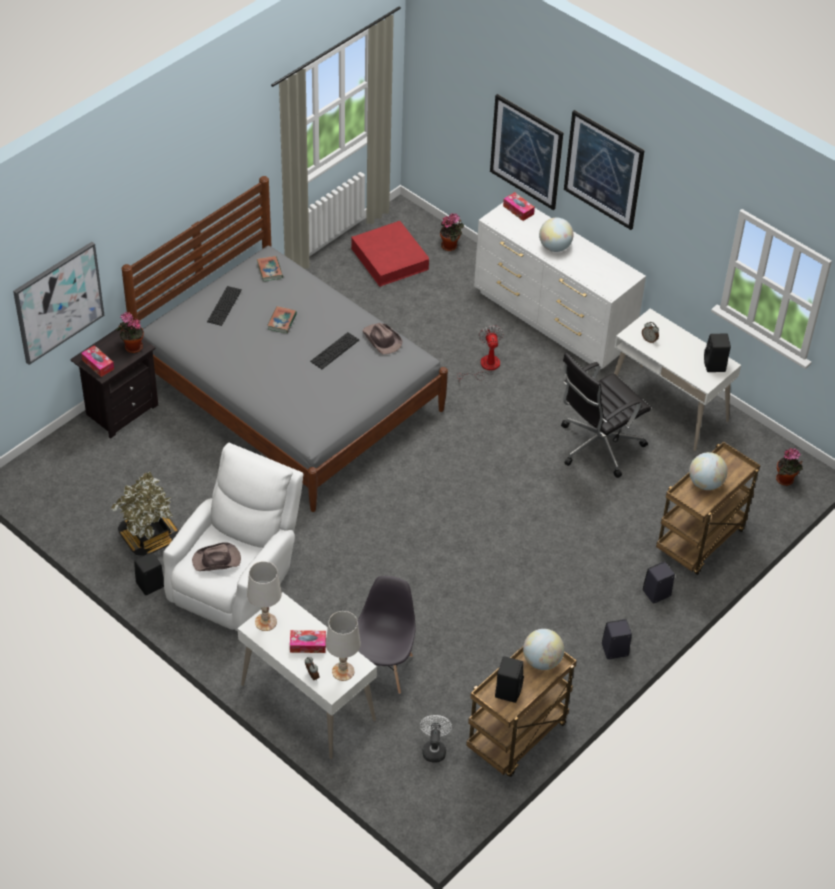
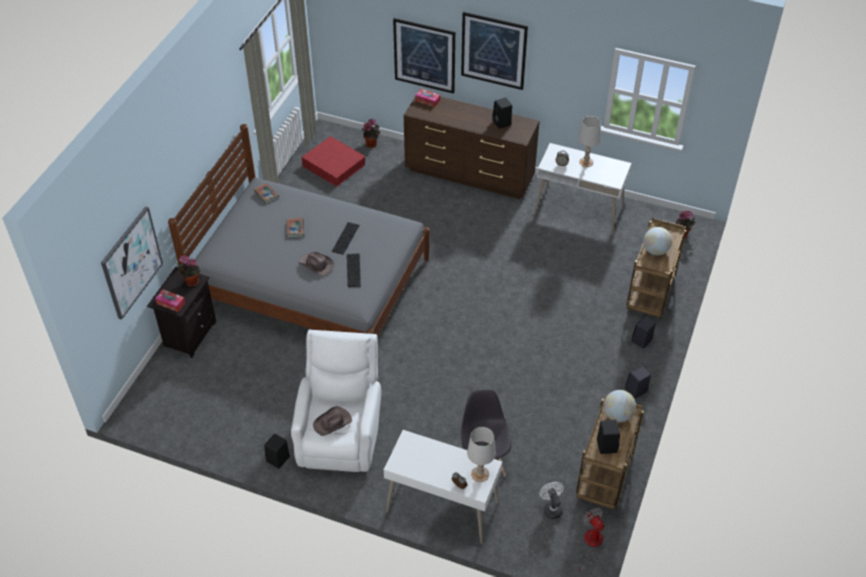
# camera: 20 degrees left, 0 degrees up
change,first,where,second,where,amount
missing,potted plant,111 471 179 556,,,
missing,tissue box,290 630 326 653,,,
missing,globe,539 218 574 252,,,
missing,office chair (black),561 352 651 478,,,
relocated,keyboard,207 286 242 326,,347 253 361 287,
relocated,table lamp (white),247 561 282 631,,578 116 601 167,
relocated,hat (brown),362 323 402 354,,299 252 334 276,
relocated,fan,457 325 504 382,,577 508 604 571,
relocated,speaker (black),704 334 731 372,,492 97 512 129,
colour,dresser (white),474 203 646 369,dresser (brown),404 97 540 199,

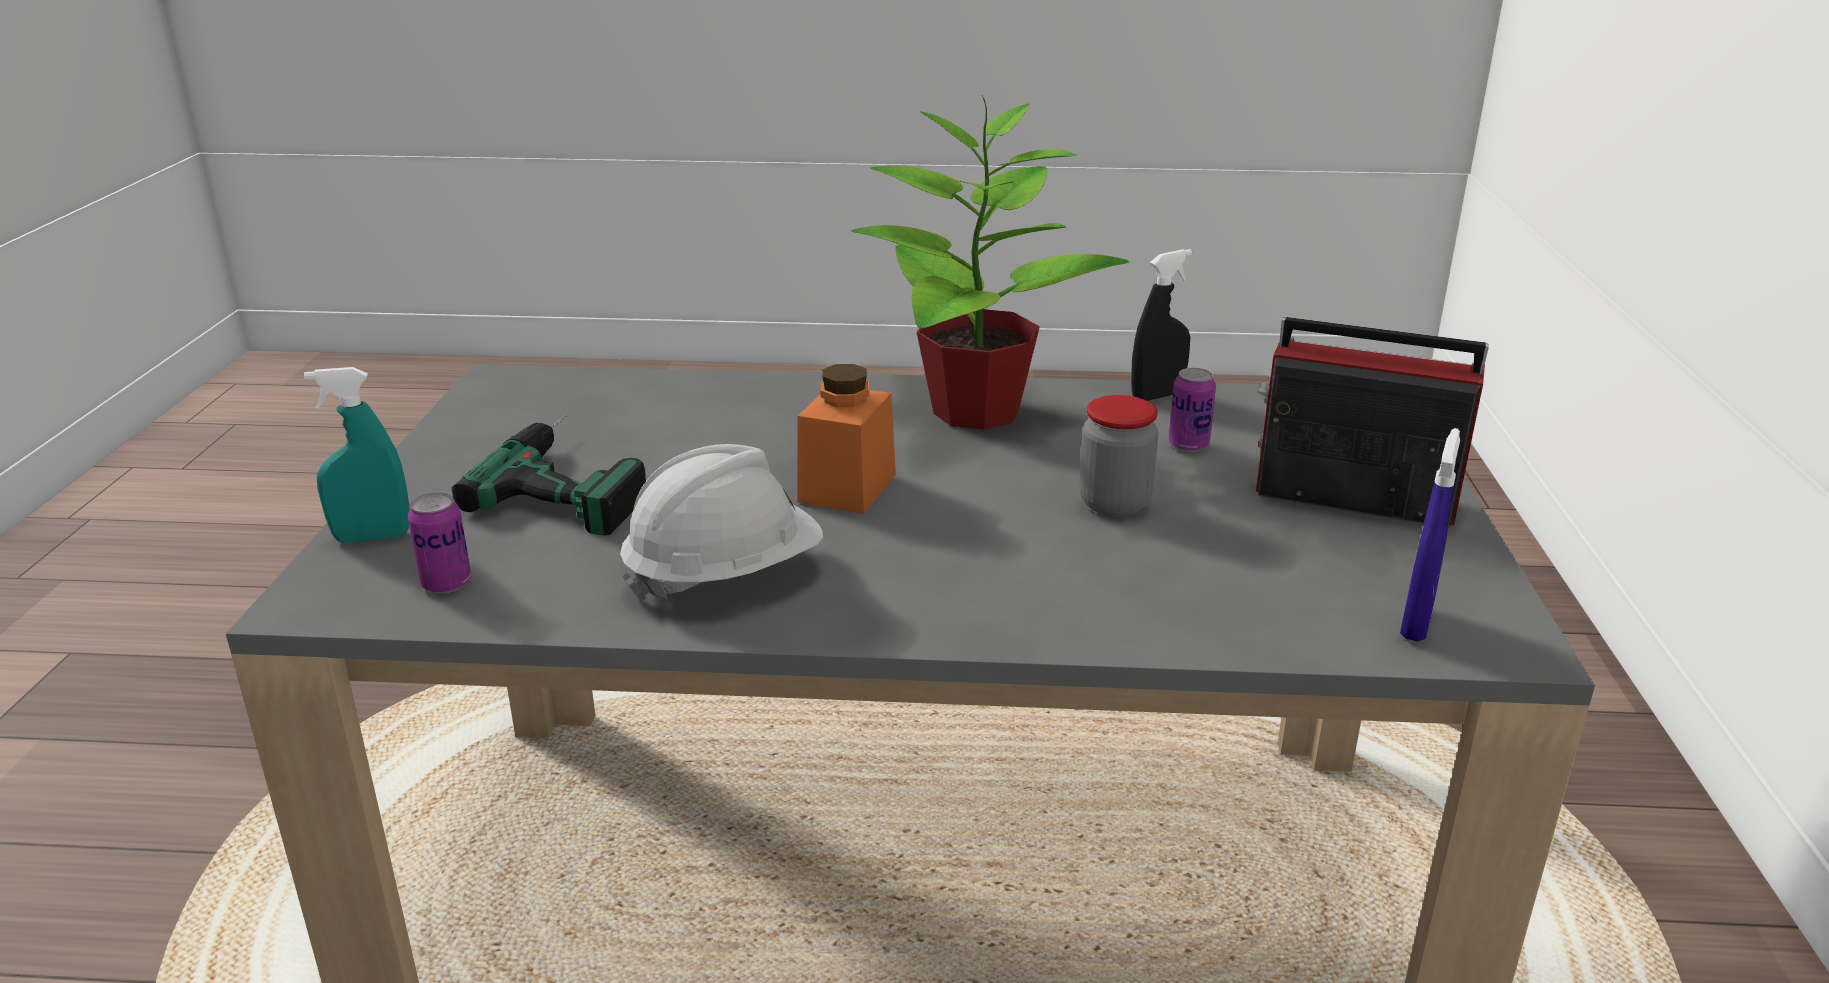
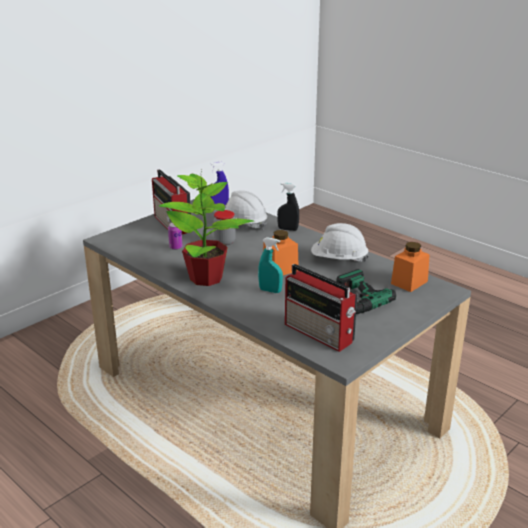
# camera: 140 degrees left, 0 degrees up
change,first,where,second,where,amount
appeared,,,hard hat (white),225 191 268 230,
appeared,,,radio,285 264 357 352,
relocated,spray bottle (turquoise),304 367 410 543,,258 237 283 293,
relocated,spray bottle (black),1131 249 1192 401,,277 182 299 231,
exchanged,can,408 493 471 593,jar (orange),391 242 430 292,

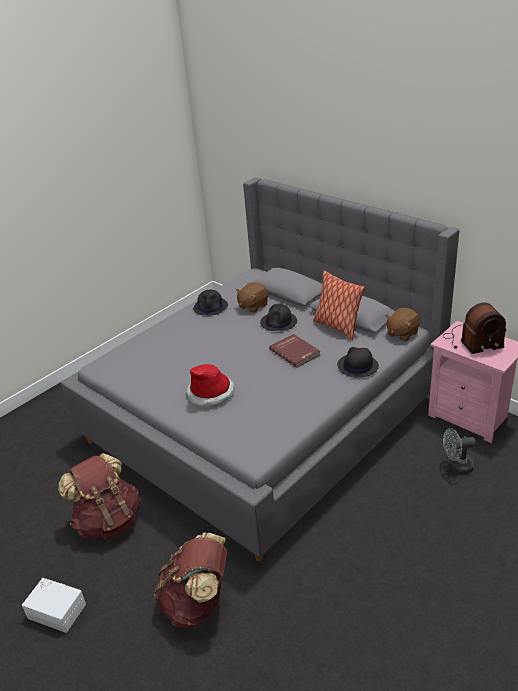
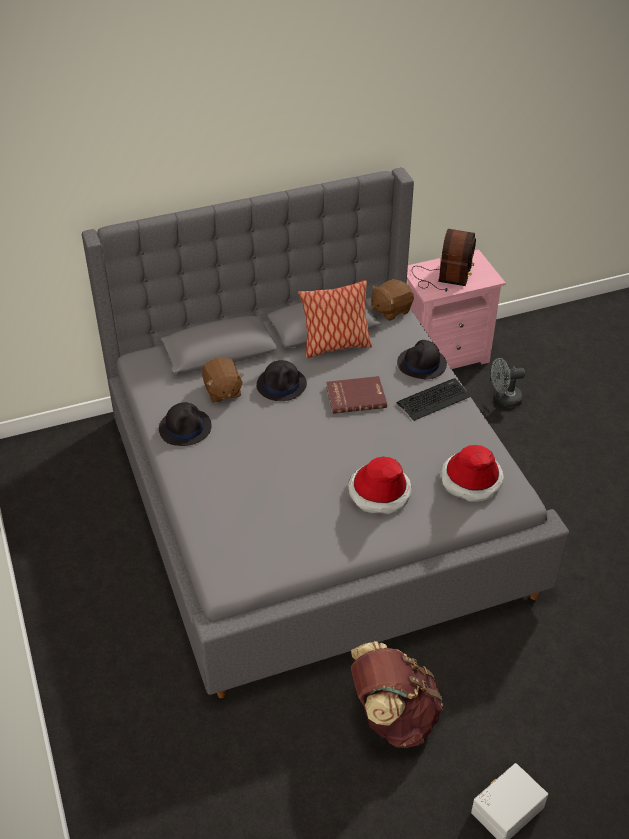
# camera: 65 degrees left, 10 degrees up
change,first,where,second,where,amount
missing,backpack (brown),154 533 227 628,,,
appeared,,,keyboard,397 378 471 421,
appeared,,,hat,441 445 504 502,
spun,plush toy (brown),386 308 421 341,,371 279 414 321,75 degrees clockwise
spun,fan (grey),443 428 476 474,,491 358 525 407,60 degrees clockwise

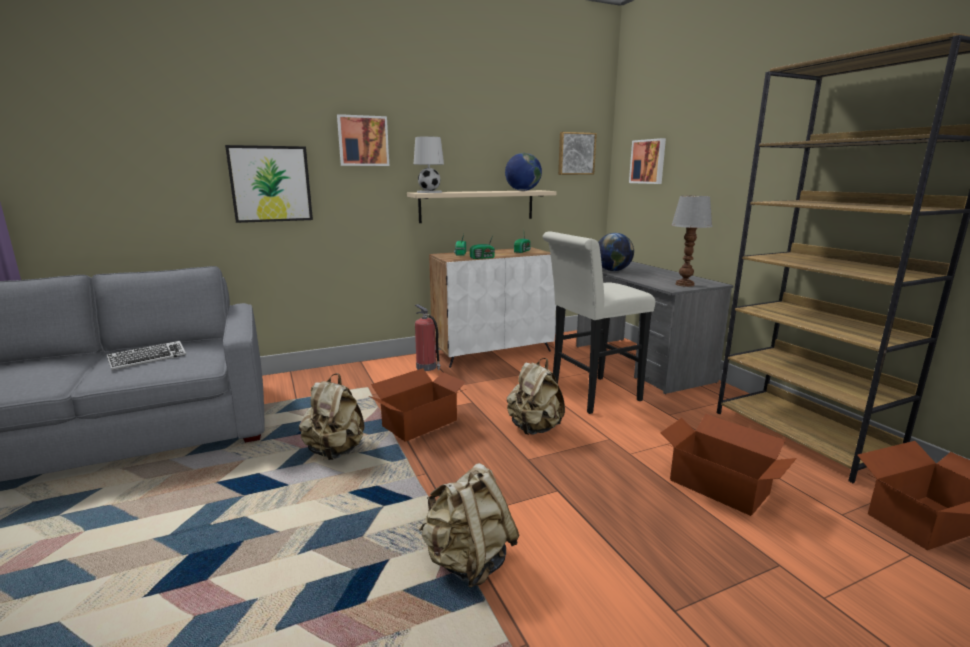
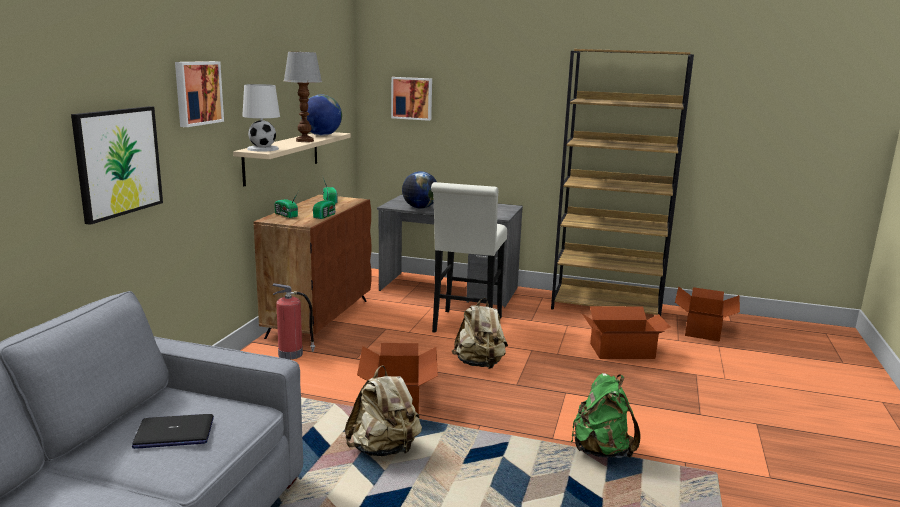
# camera: 50 degrees left, 0 degrees up
change,first,where,second,where,amount
missing,picture,558 132 597 175,,,
relocated,table lamp,671 196 713 287,,284 52 322 142,
exchanged,keyboard,106 341 186 370,laptop,132 414 214 449,
colour,backpack (beige),419 463 519 588,backpack (green),571 373 641 458,
colour,cabinet (white),429 247 556 368,cabinet (brown),254 195 371 339,

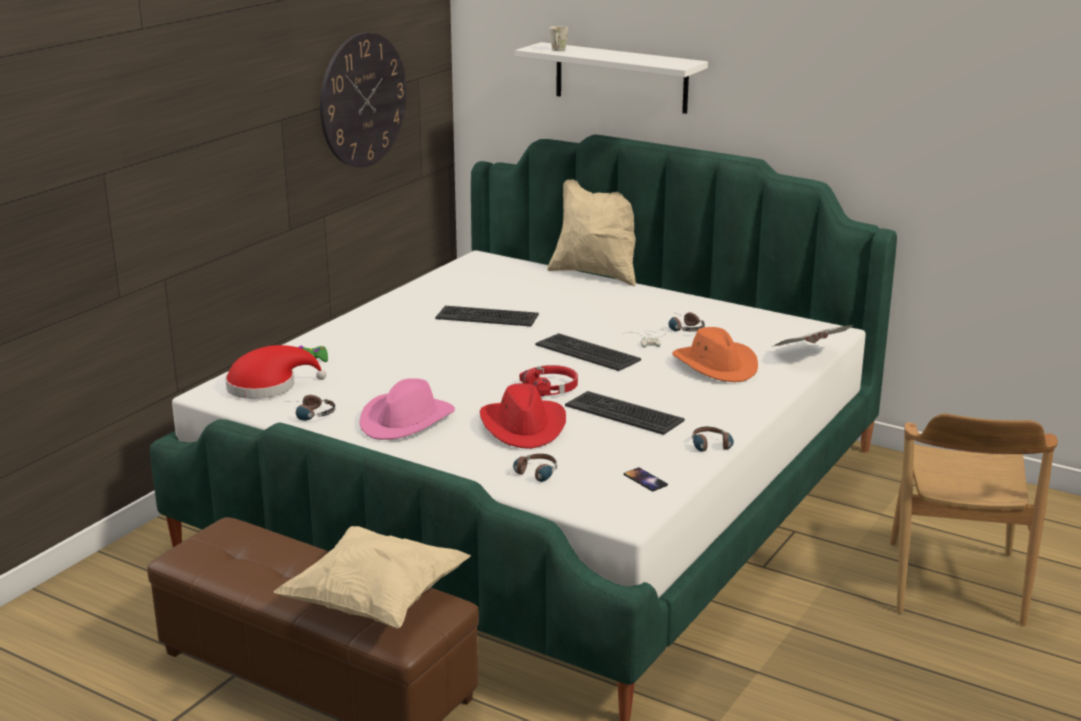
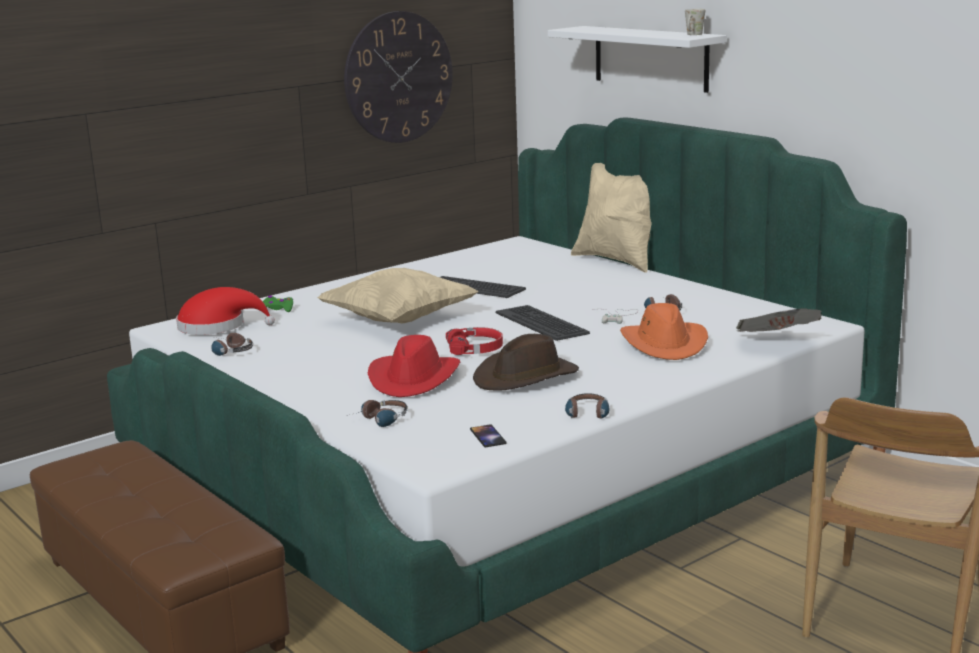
# camera: 20 degrees right, 5 degrees down
change,first,where,second,where,amount
missing,hat (pink),359 378 455 440,,,
relocated,pillow (beige),274 526 471 629,,317 268 479 324,
relocated,mug (white),550 26 568 51,,685 9 705 35,
exchanged,keyboard,565 391 685 435,hat (brown),473 334 579 391,

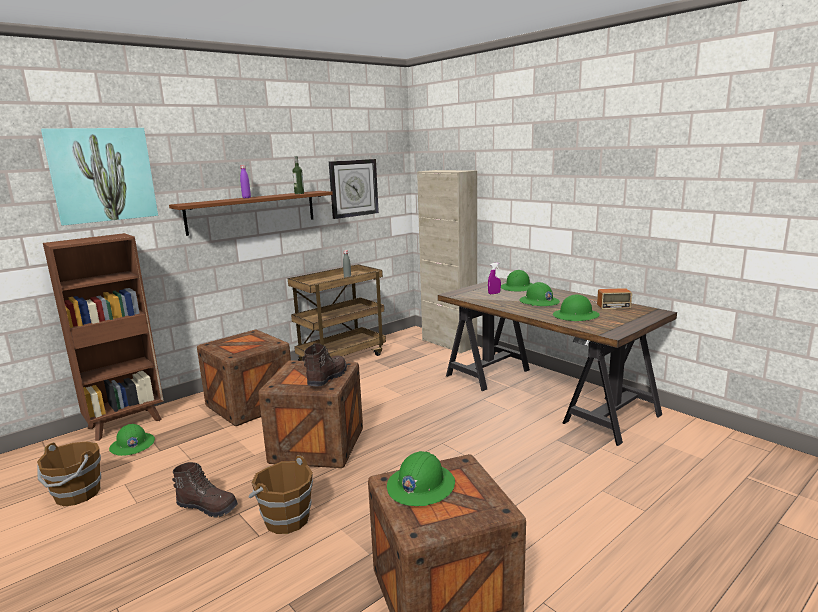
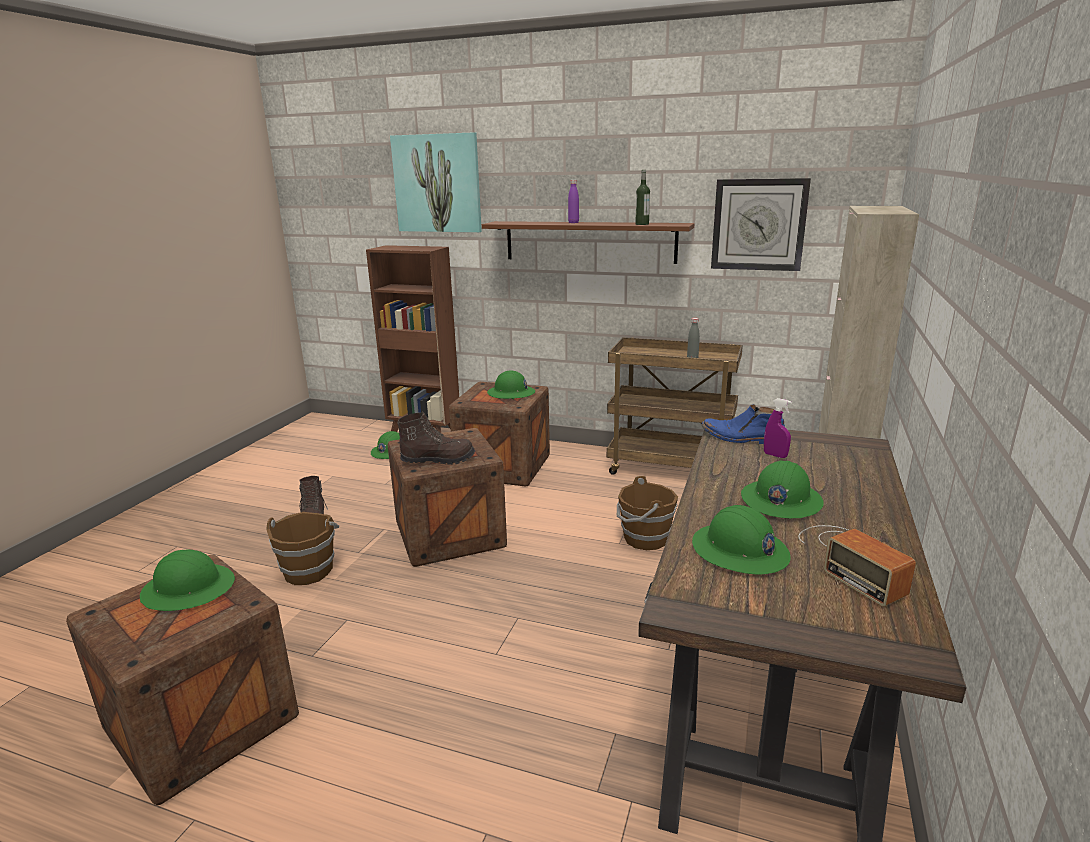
# camera: 60 degrees right, 5 degrees up
change,first,where,second,where,amount
appeared,,,boot (blue),702 404 785 444,
relocated,bucket (brown),37 442 101 506,,617 476 678 550,
relocated,hard hat (green),501 270 533 291,,487 370 535 399,

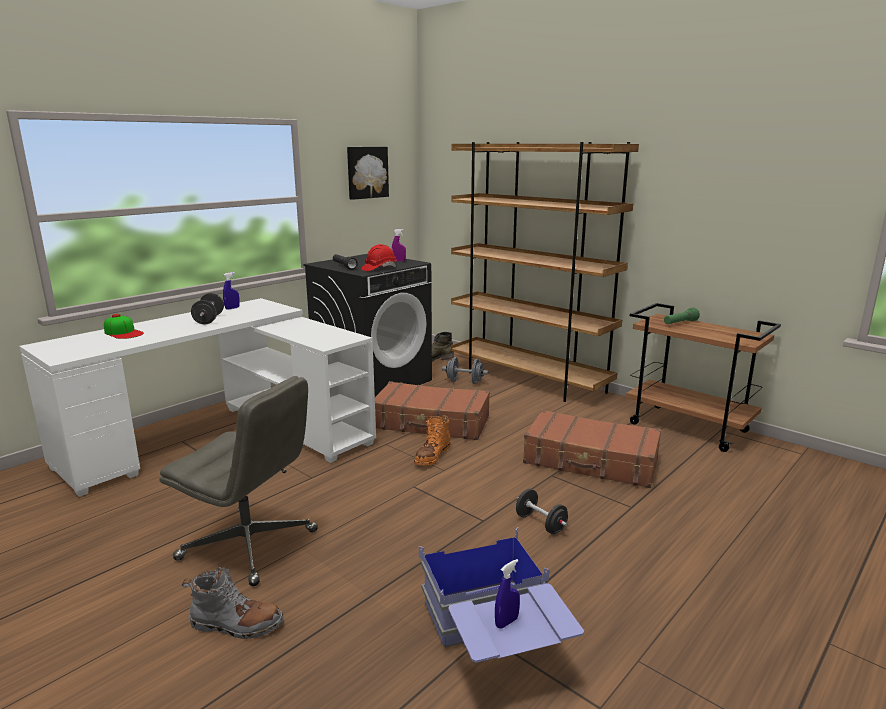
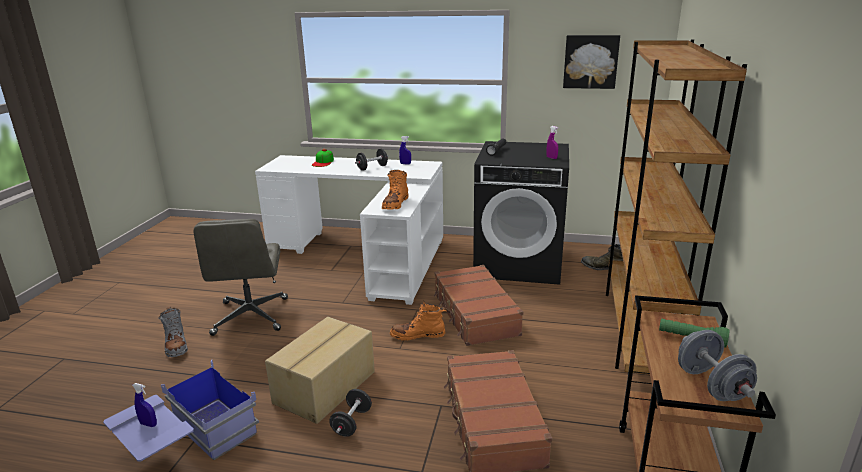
# camera: 60 degrees right, 5 degrees up
change,first,where,second,where,amount
missing,hard hat (red),362 244 397 271,,,
appeared,,,cardboard box,265 317 375 424,
appeared,,,boot (orange),382 170 409 210,
relocated,dumbbell (grey),442 357 488 384,,678 330 757 401,

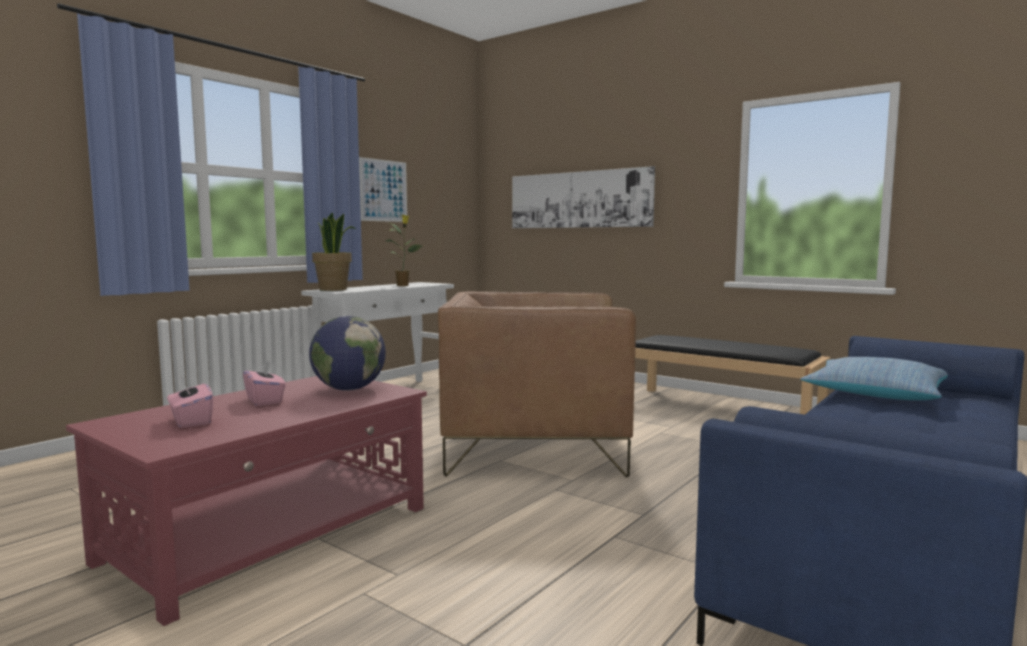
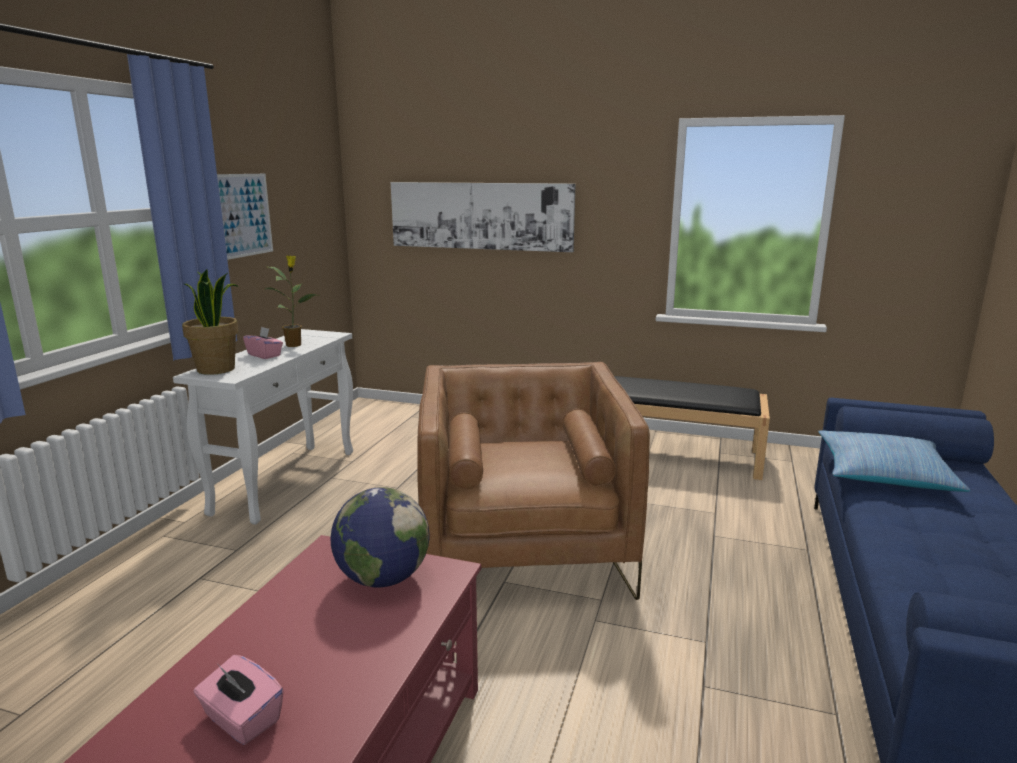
# camera: 20 degrees left, 10 degrees up
change,first,where,second,where,amount
relocated,tissue box (pink),243 360 286 406,,243 326 283 359,
spun,armchair (brown),438 291 636 477,,417 362 650 600,105 degrees clockwise

